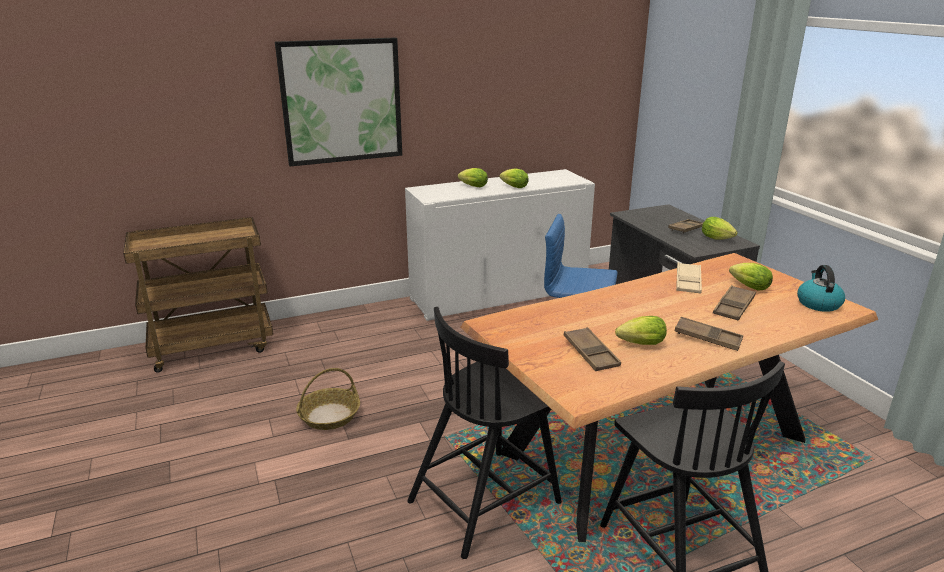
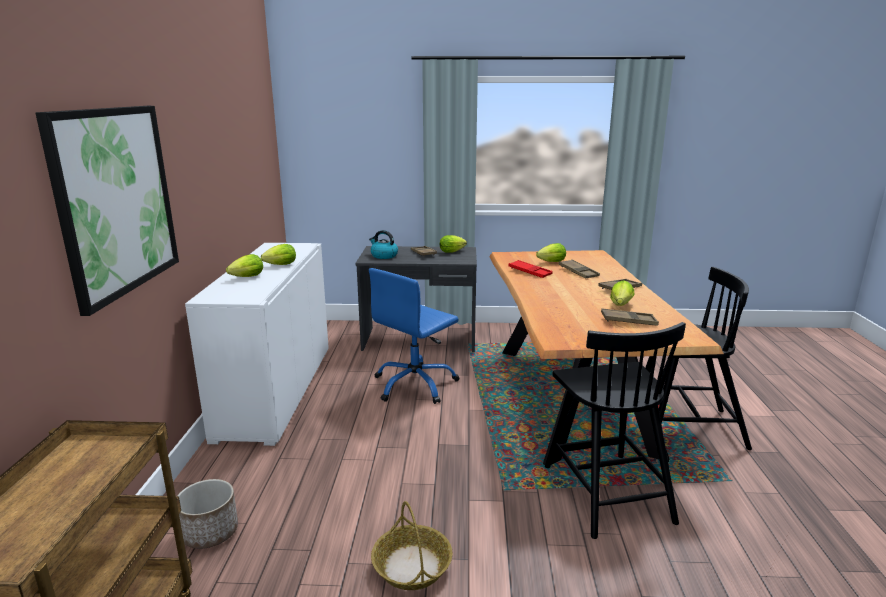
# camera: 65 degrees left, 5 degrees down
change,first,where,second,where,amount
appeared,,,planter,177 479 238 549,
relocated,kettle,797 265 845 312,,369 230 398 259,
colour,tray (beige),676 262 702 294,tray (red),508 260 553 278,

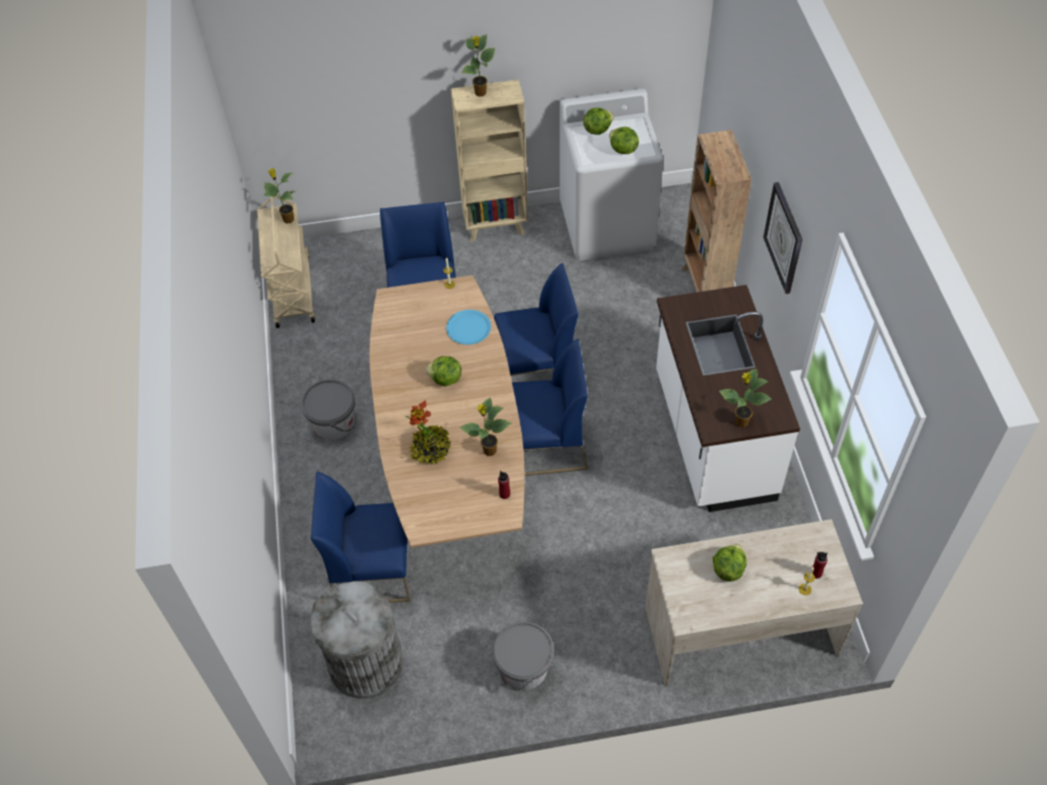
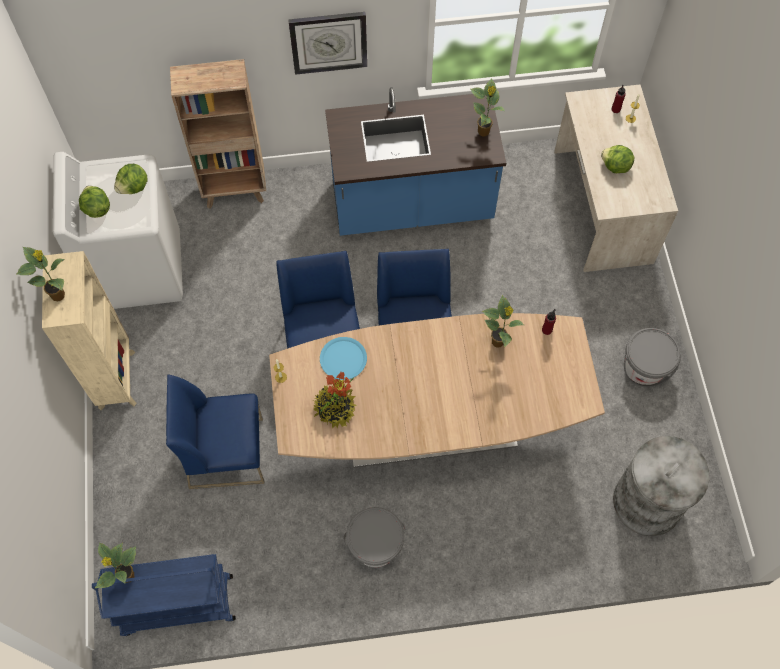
# camera: 90 degrees left, 10 degrees up
change,first,where,second,where,amount
missing,chair (blue),311 472 411 603,,,
missing,lettuce,426 356 461 386,,,
relocated,potted plant,406 400 452 465,,313 372 356 428,
colour,cart (beige),257 196 315 328,cart (blue),92 554 236 636,
colour,counter (white),656 285 800 512,counter (blue),325 87 506 236,

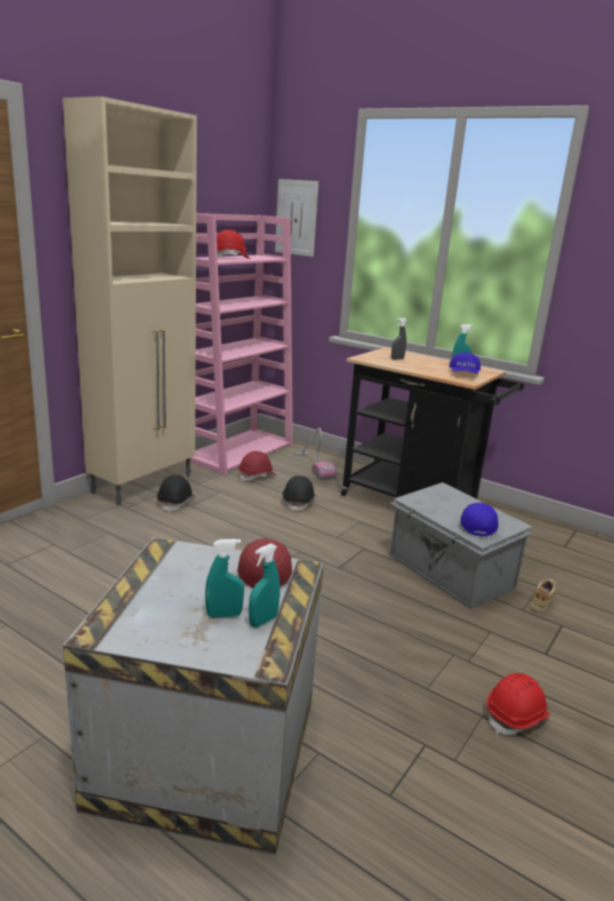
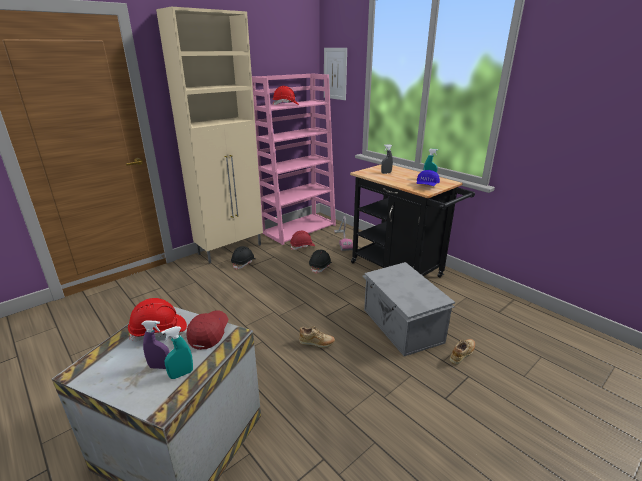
# camera: 15 degrees right, 5 degrees up
change,first,where,second,where,amount
missing,cap (blue),461 502 498 537,,,
appeared,,,shoe (beige),299 326 335 348,
relocated,hard hat (red),487 673 550 735,,128 298 187 341,
colour,spray bottle (turquoise),205 539 244 618,spray bottle (purple),142 320 170 369,

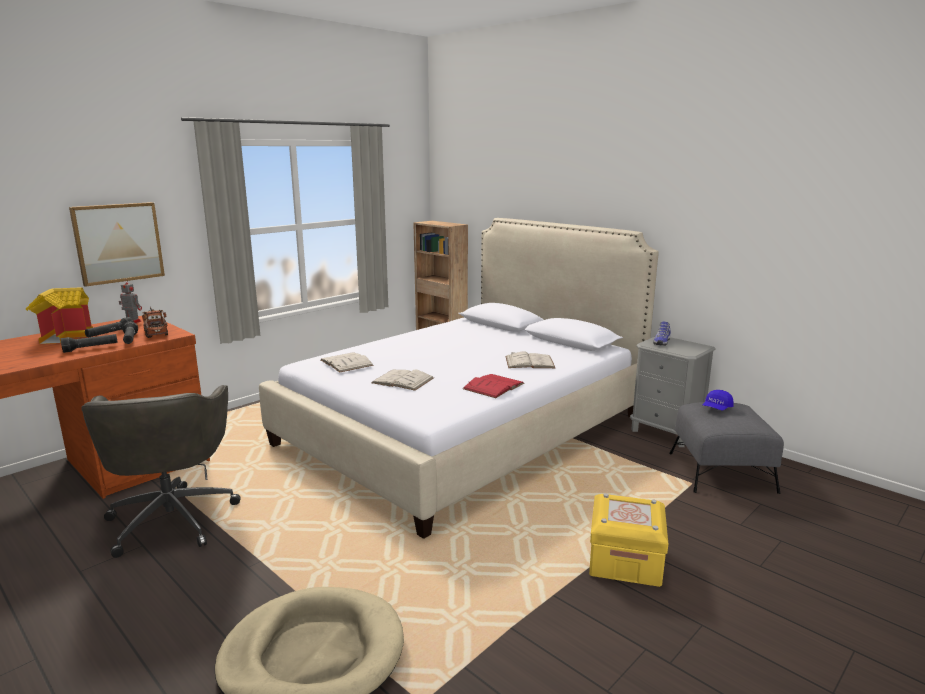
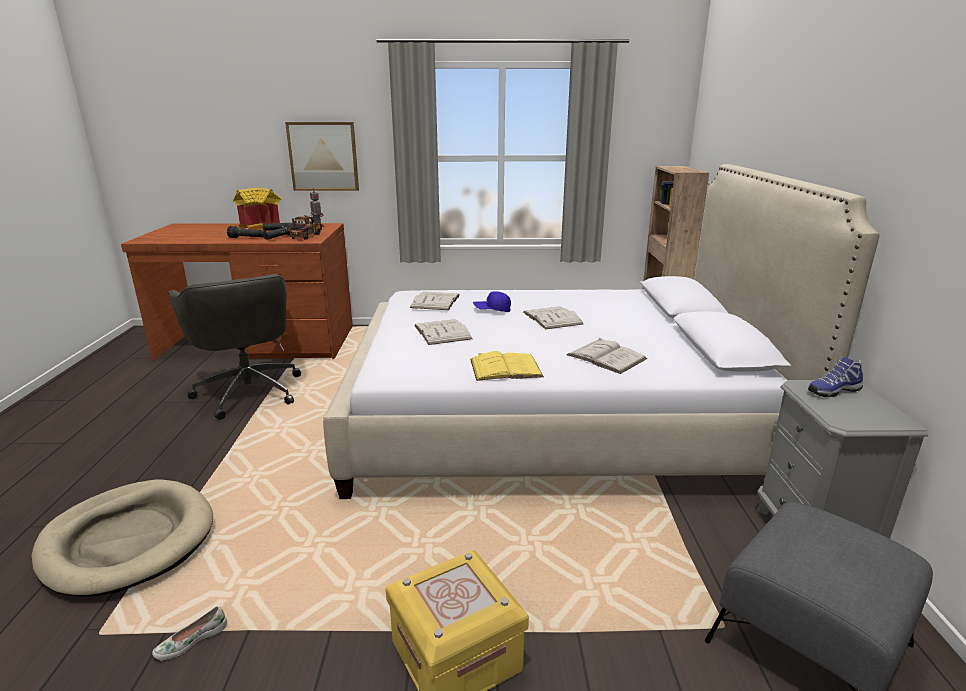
# camera: 45 degrees right, 5 degrees up
change,first,where,second,where,amount
appeared,,,shoe (white),152 606 227 660,
appeared,,,book (white),523 306 584 329,
relocated,cap (blue),703 390 734 410,,473 291 511 312,
colour,book (red),463 374 524 398,book (yellow),470 351 544 381,
spun,office chair (grey),81 385 241 558,,168 274 301 420,60 degrees counterclockwise

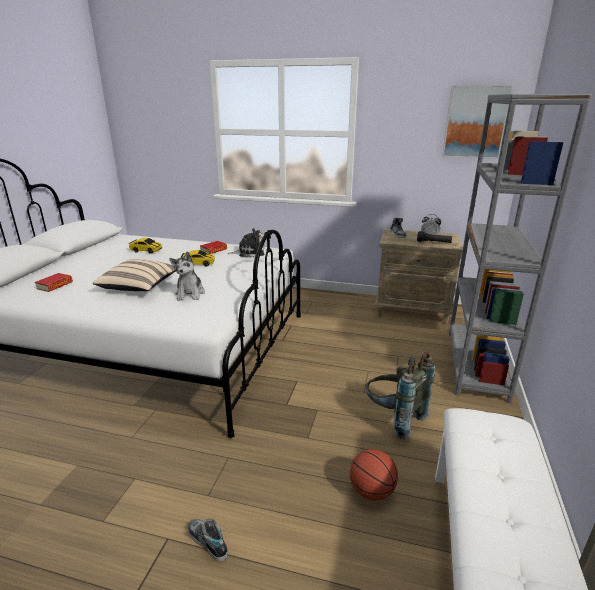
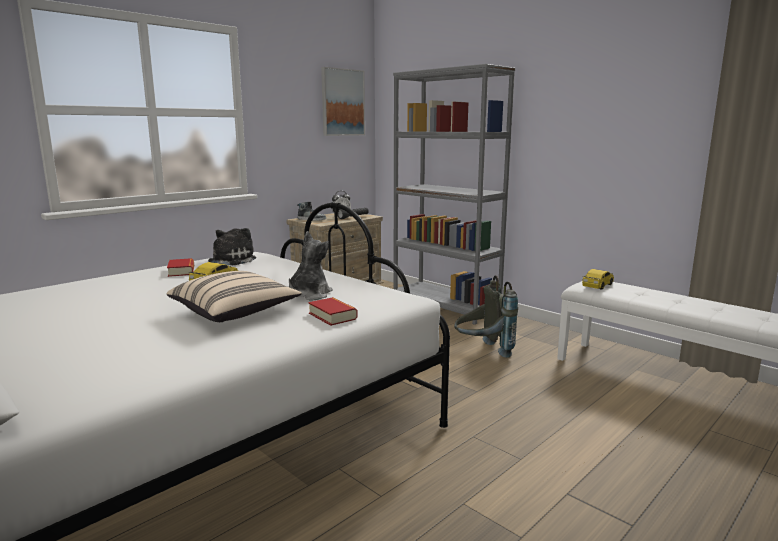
# camera: 60 degrees left, 10 degrees down
change,first,where,second,where,amount
missing,shoe,188 519 228 562,,,
missing,basketball,350 449 398 501,,,
relocated,book,35 273 73 292,,308 297 358 326,
relocated,toy car,129 238 162 254,,582 269 614 290,
spun,plush toy,169 251 205 301,,289 231 333 301,90 degrees counterclockwise

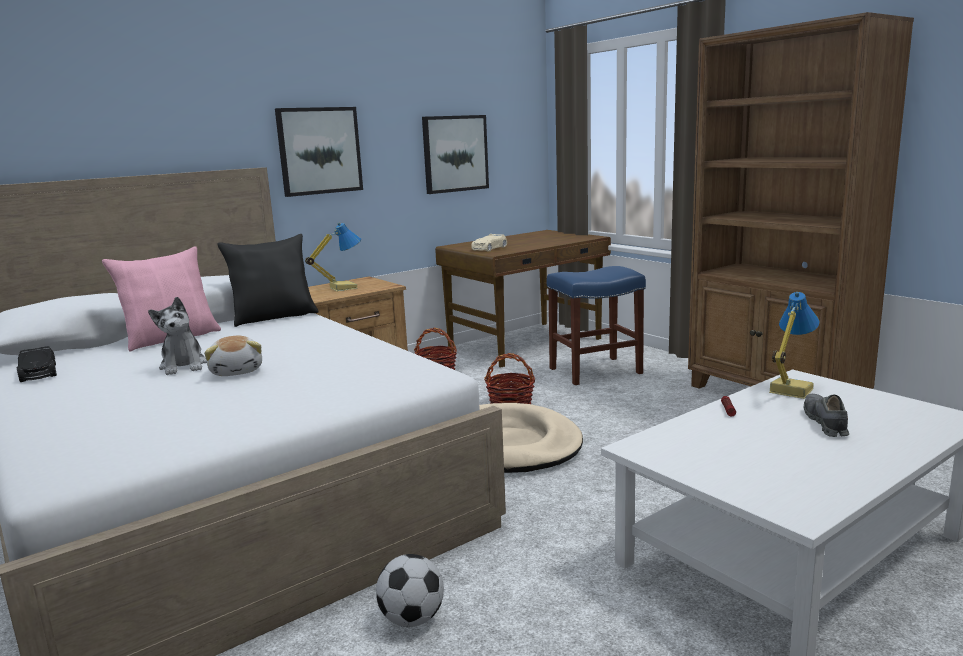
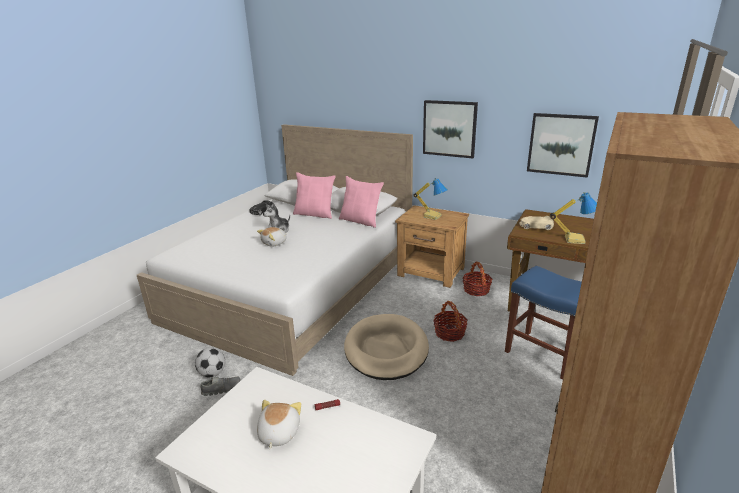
# camera: 65 degrees right, 10 degrees up
change,first,where,second,where,amount
appeared,,,plush toy,257 400 301 449,
relocated,table lamp,769 292 820 399,,550 192 597 244,
relocated,shoe (grey),803 394 849 437,,200 376 240 396,
colour,pillow (black),217 234 319 327,pillow (pink),339 176 384 228,

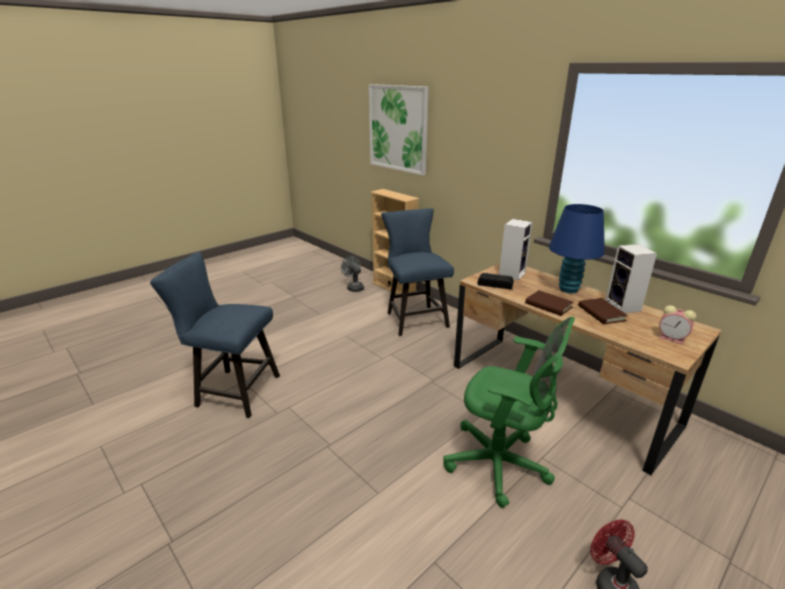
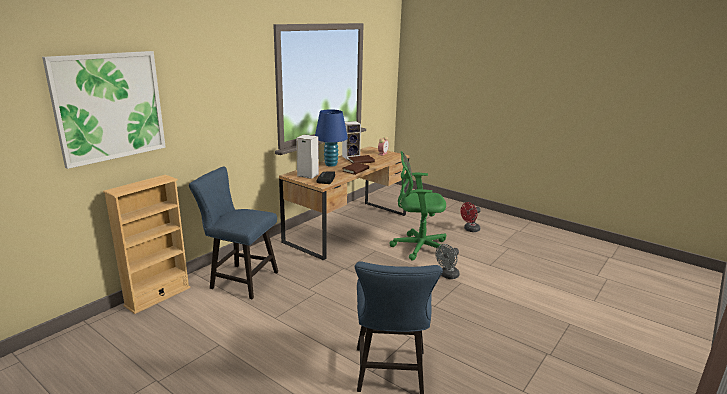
# camera: 100 degrees left, 5 degrees down
change,first,where,second,where,amount
relocated,fan (grey),341 256 364 292,,435 244 460 279,
spun,chair (blue),381 208 454 336,,189 166 278 299,45 degrees clockwise
spun,office chair (green),443 317 575 508,,390 151 446 261,105 degrees counterclockwise

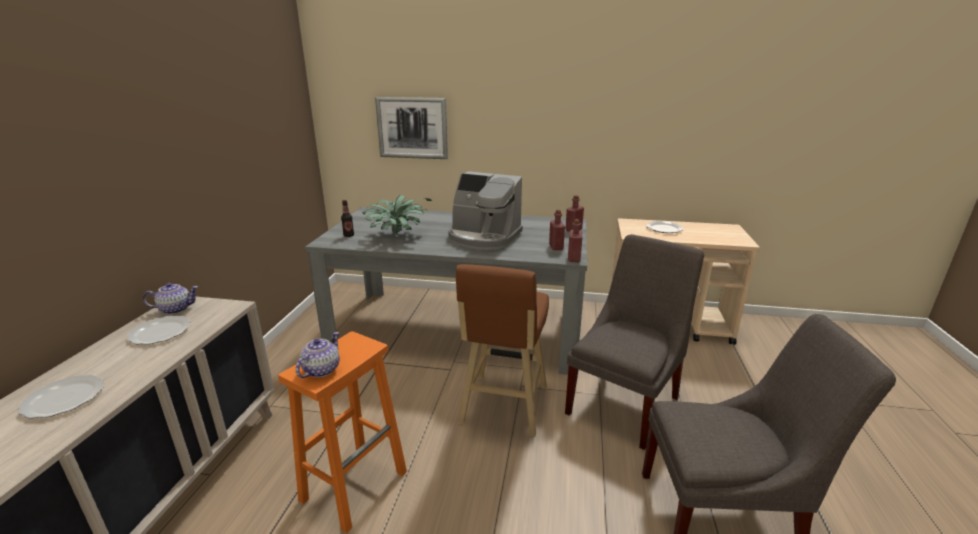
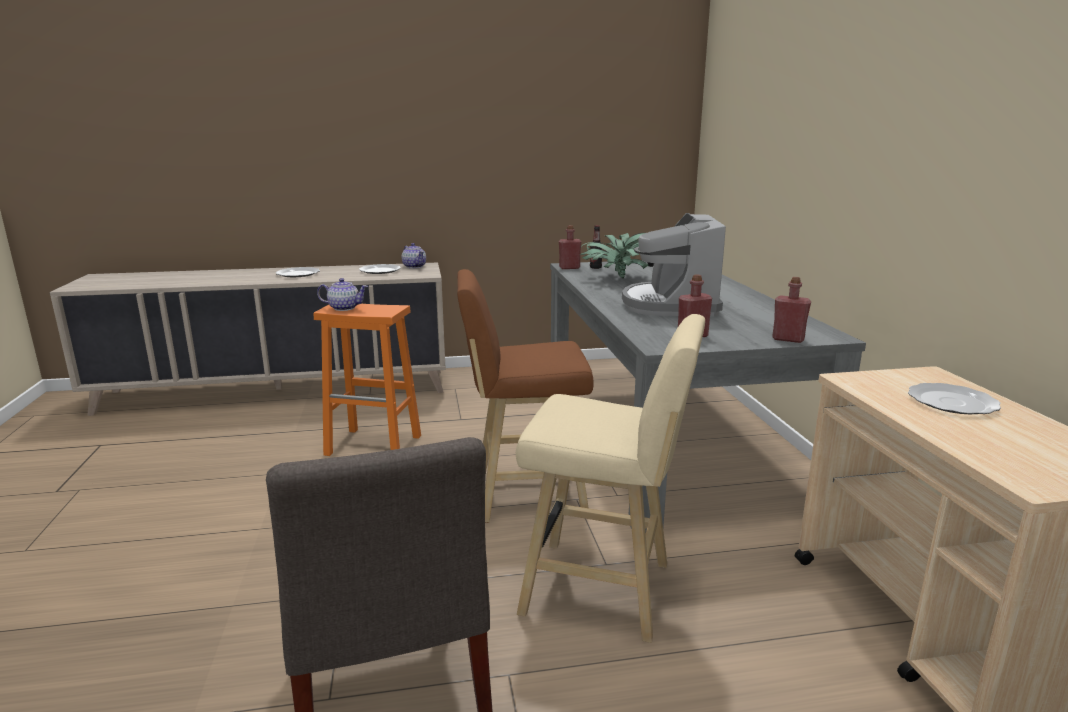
# camera: 70 degrees right, 5 degrees down
change,first,where,second,where,amount
missing,picture,375 97 448 159,,,
relocated,bottle (red),568 219 582 262,,559 225 581 269,
exchanged,chair (grey),565 234 704 450,stool (beige),516 314 705 643,

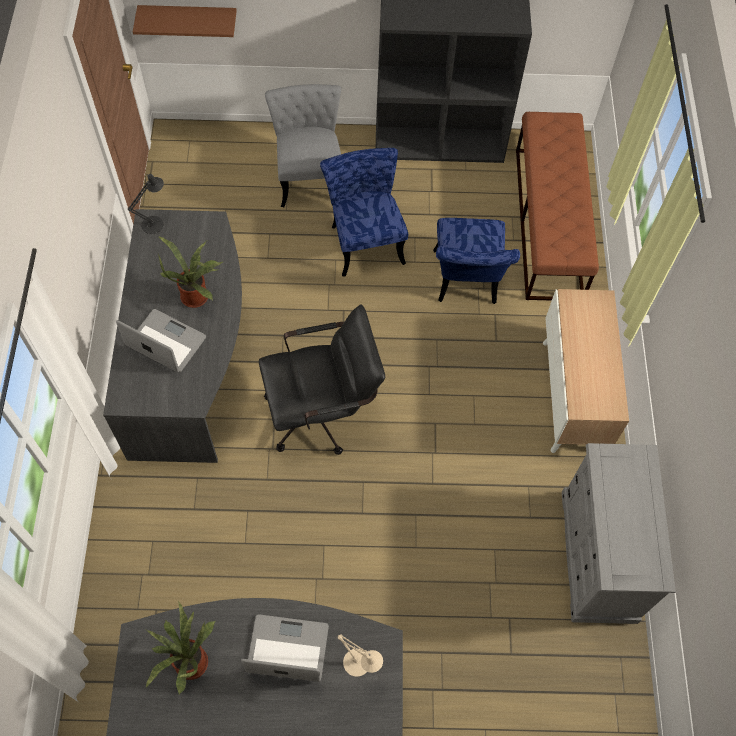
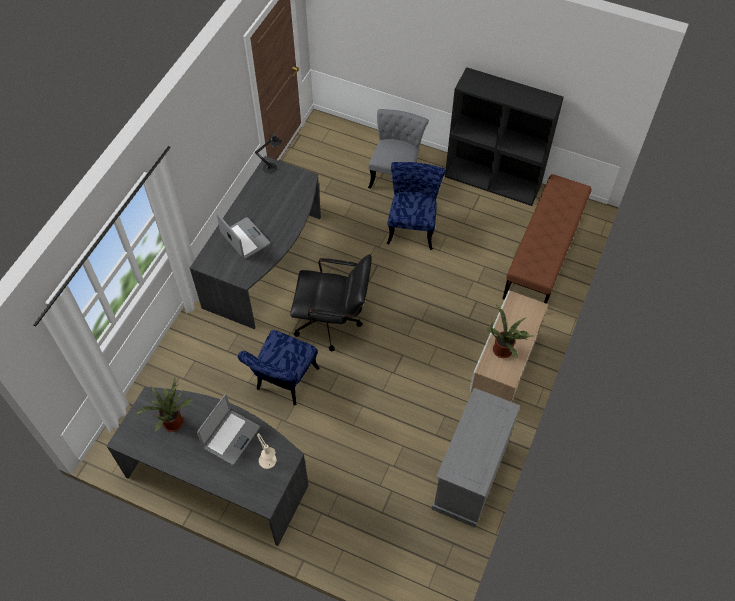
# camera: 25 degrees right, 5 degrees down
change,first,where,second,where,amount
missing,shelf (brown),133 5 237 37,,,
relocated,potted plant,158 236 223 308,,487 304 533 358,
relocated,chair (blue),433 218 520 304,,238 330 320 405,
spun,laptop,241 614 329 682,,197 394 260 465,90 degrees clockwise

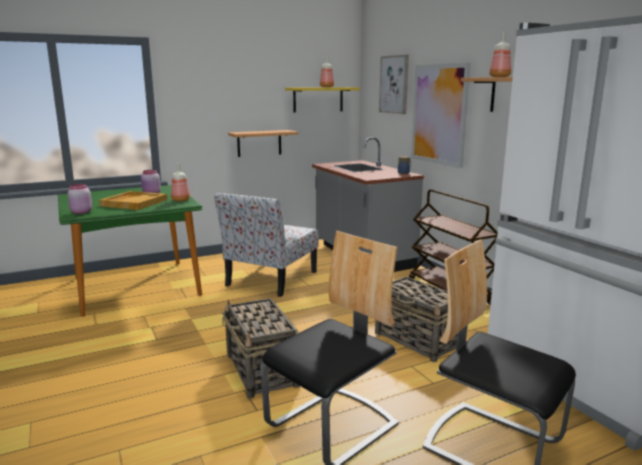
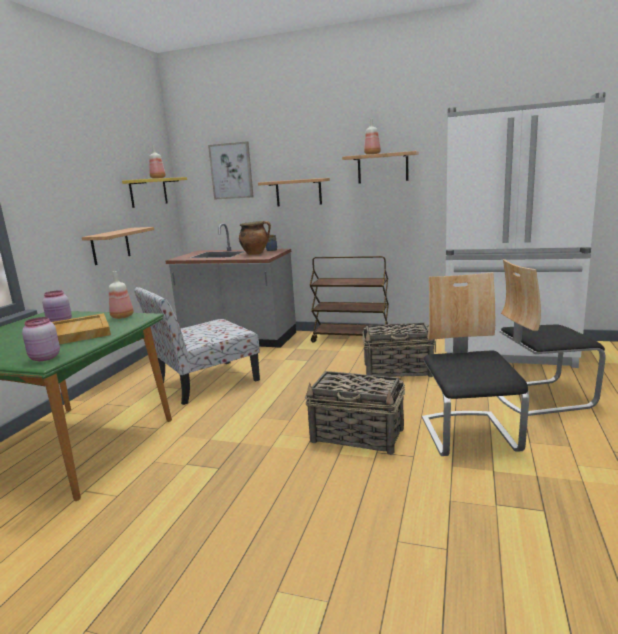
# camera: 45 degrees left, 0 degrees up
change,first,where,second,where,amount
appeared,,,cooking pot,239 221 271 255,
exchanged,picture,411 63 471 168,shelf,258 178 330 207,
spun,chair,214 193 319 297,,134 287 260 405,75 degrees clockwise

